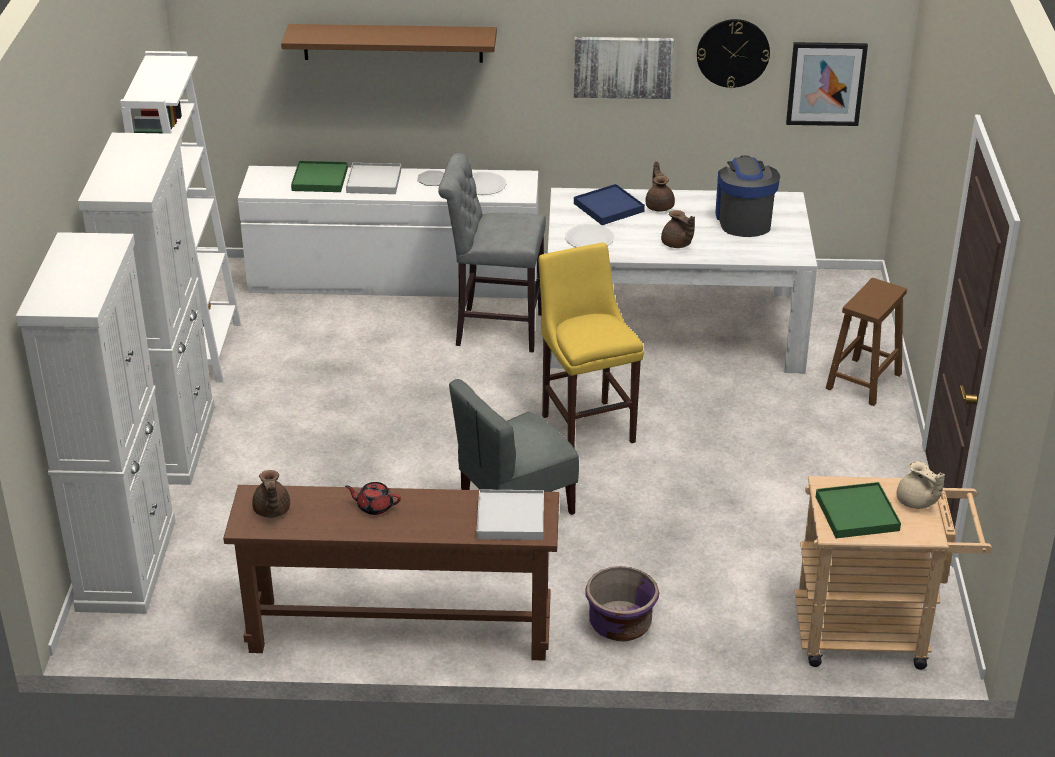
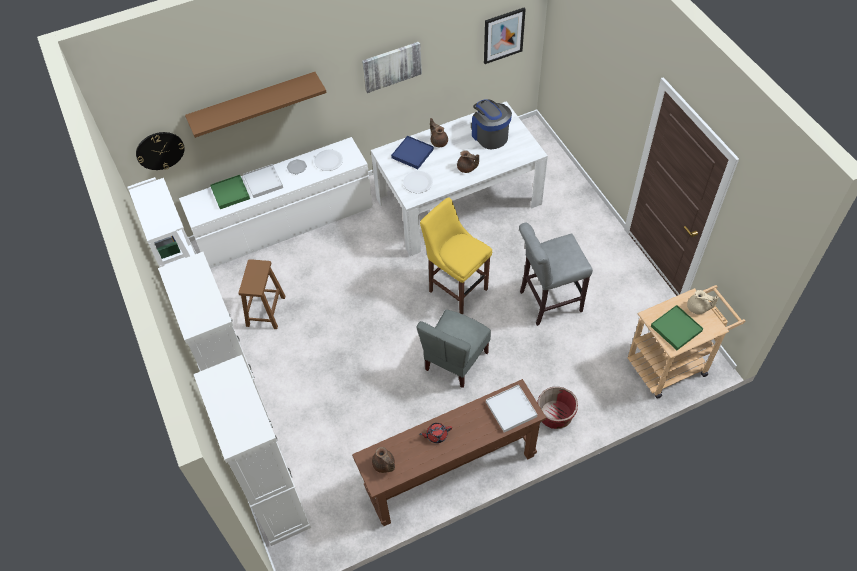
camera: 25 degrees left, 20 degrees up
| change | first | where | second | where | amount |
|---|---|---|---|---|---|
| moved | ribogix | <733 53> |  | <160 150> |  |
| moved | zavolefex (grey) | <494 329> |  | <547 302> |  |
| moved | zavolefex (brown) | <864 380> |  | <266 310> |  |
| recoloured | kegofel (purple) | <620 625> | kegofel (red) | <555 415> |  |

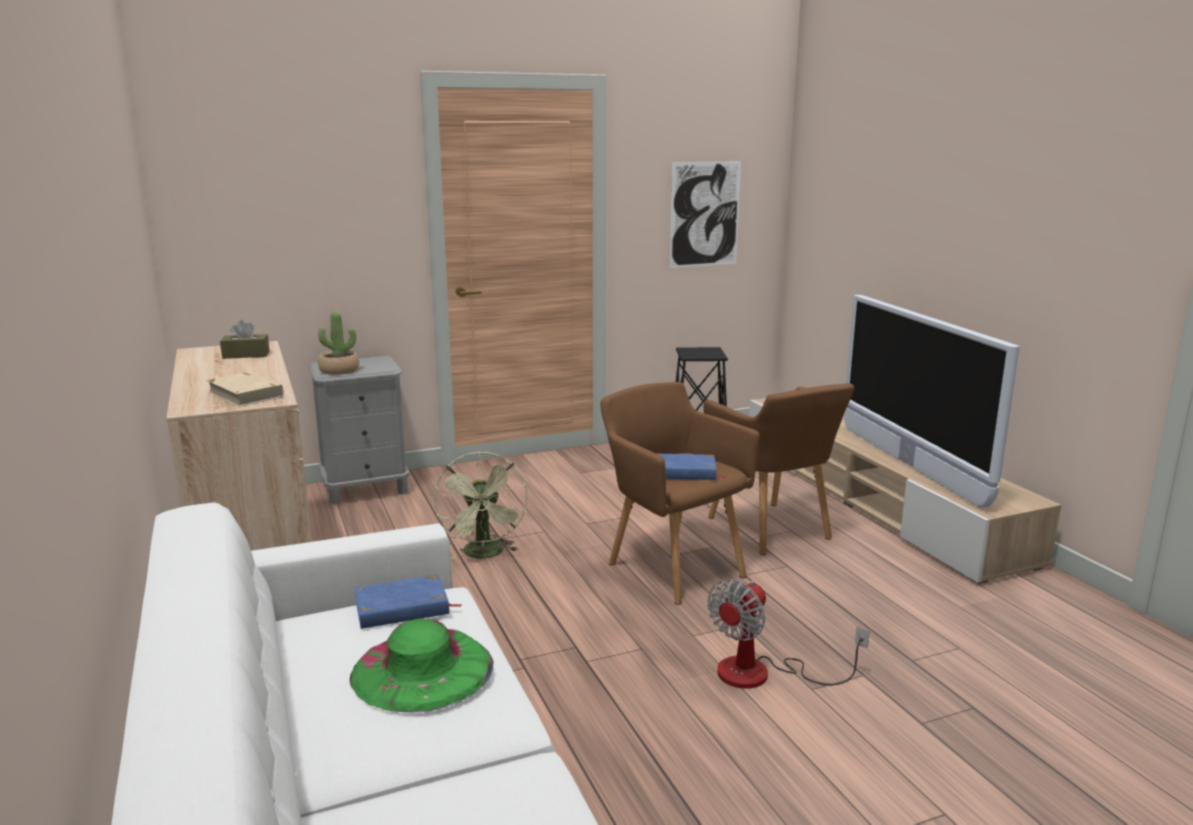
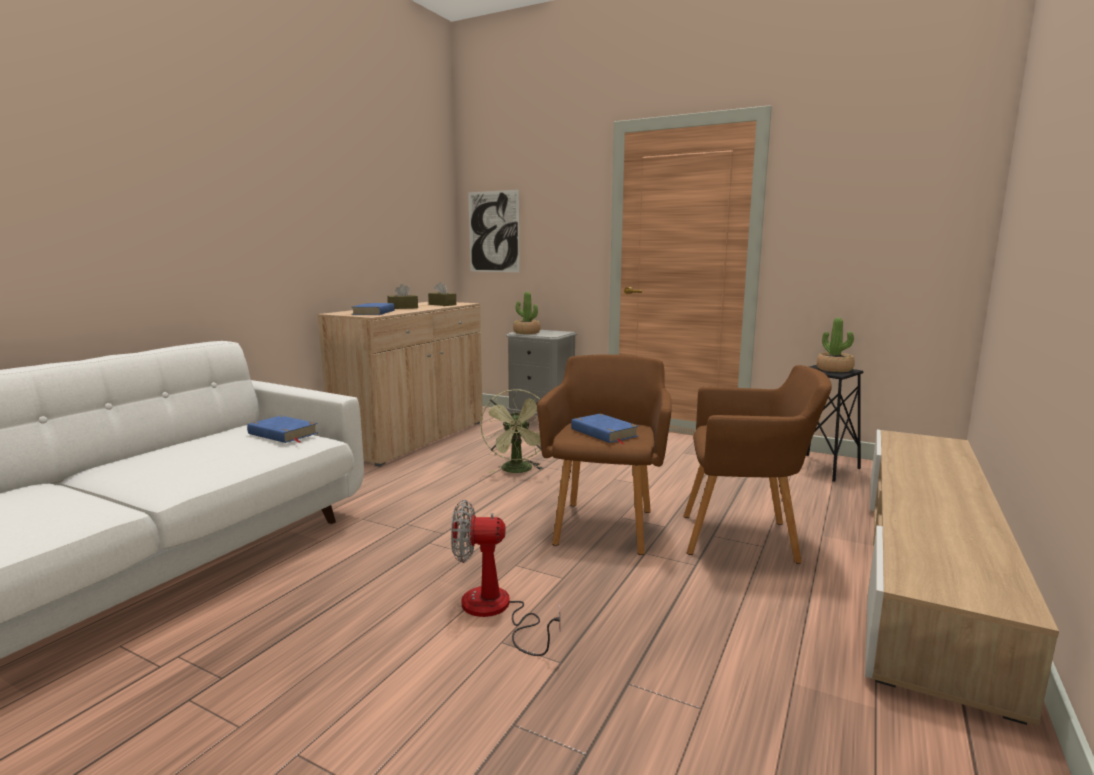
camera: 50 degrees right, 5 degrees down
| change | first | where | second | where | amount |
|---|---|---|---|---|---|
| moved | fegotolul | <704 214> |  | <493 232> |  |
| removed | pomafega | <909 464> |  |  |  |
| recoloured | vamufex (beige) | <246 394> | vamufex (blue) | <374 312> |  |
| turned | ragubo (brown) | <771 530> |  | <745 538> | 105 degrees counterclockwise |
| turned | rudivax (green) | <485 555> |  | <518 471> | 45 degrees counterclockwise |
| removed | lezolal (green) | <422 669> |  |  |  |
| added |  |  | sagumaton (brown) | <403 308> |  |
| added |  |  | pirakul | <834 369> |  |

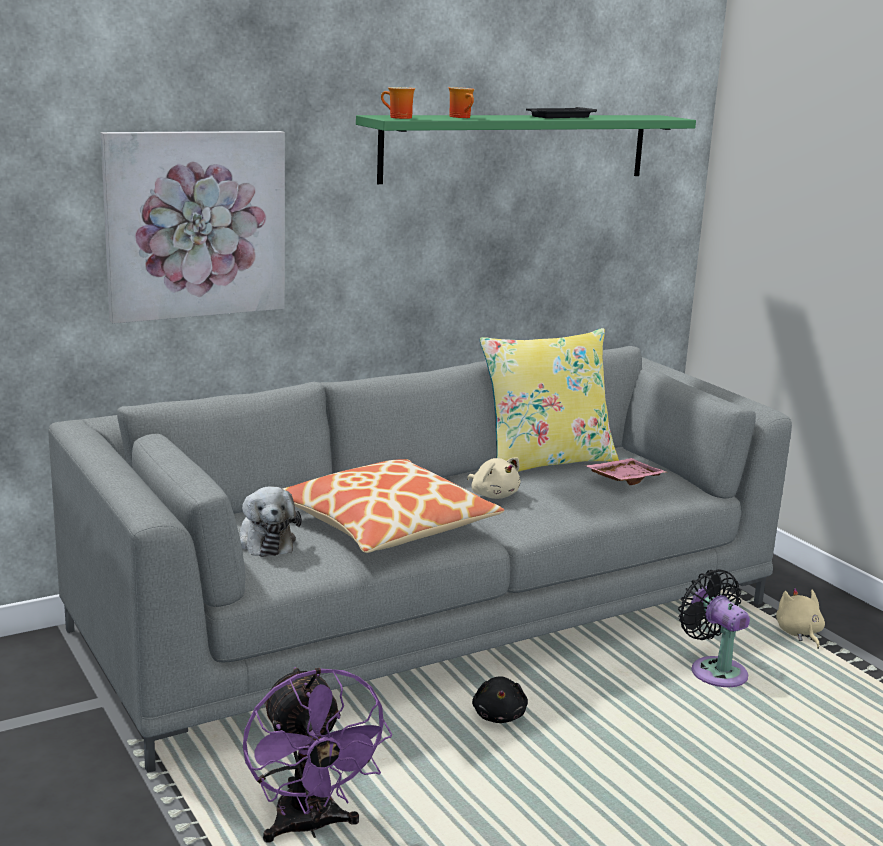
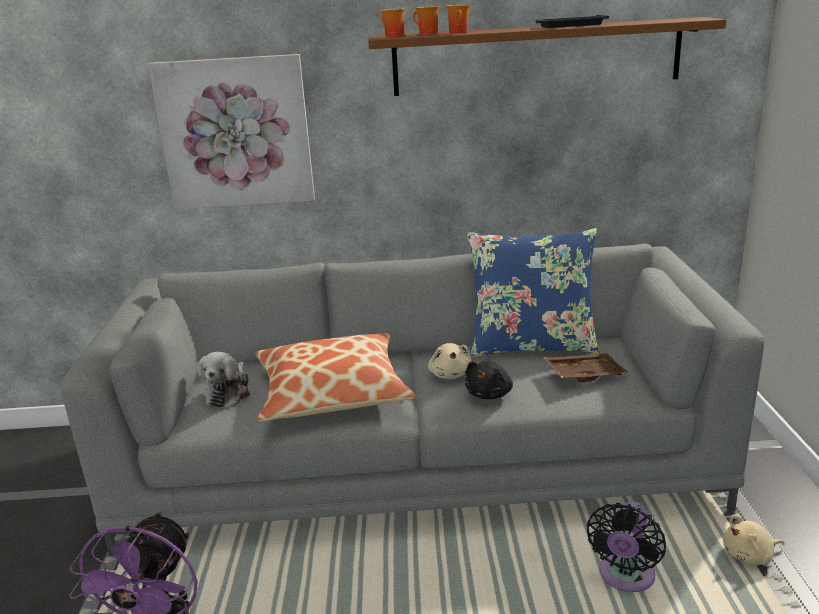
camera: 30 degrees right, 5 degrees up
| change | first | where | second | where | amount |
|---|---|---|---|---|---|
| recoloured | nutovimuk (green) | <517 147> | nutovimuk (brown) | <536 57> |  |
| recoloured | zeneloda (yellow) | <546 461> | zeneloda (blue) | <532 345> |  |
| recoloured | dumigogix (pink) | <623 479> | dumigogix (brown) | <584 374> |  |
| turned | rudivax (black) | <714 670> |  | <625 577> | 150 degrees counterclockwise |
| turned | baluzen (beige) | <799 633> |  | <750 555> | 120 degrees counterclockwise |
| moved | baluzen (black) | <499 715> |  | <490 394> |  |
| added |  |  | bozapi | <426 34> |  |

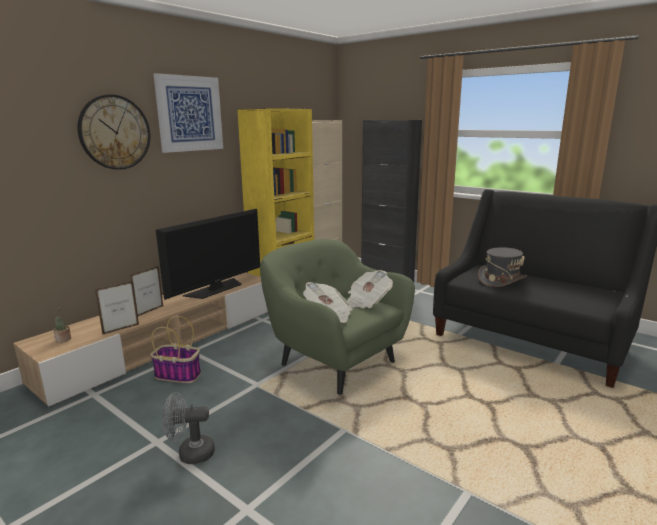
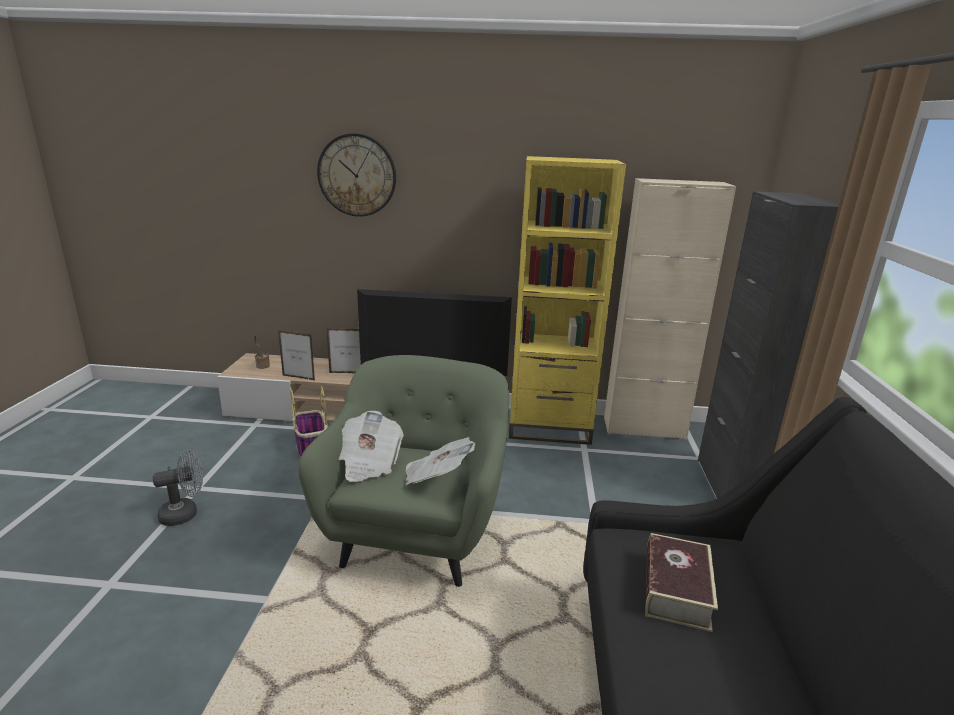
camera: 55 degrees right, 5 degrees up
| change | first | where | second | where | amount |
|---|---|---|---|---|---|
| removed | fegotolul | <189 114> |  |  |  |
| replaced | lezolal (grey) | <501 280> | vamufex | <676 589> |  |
| turned | rudivax (grey) | <190 453> |  | <185 513> | 105 degrees clockwise |

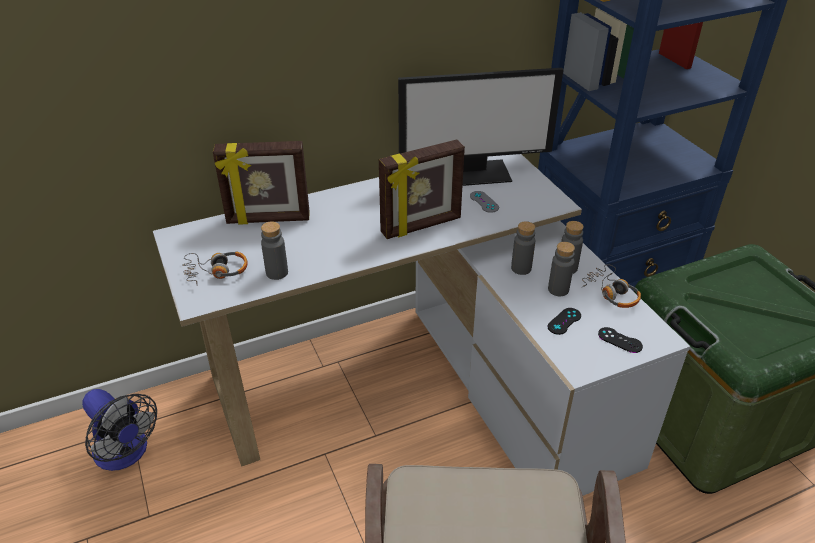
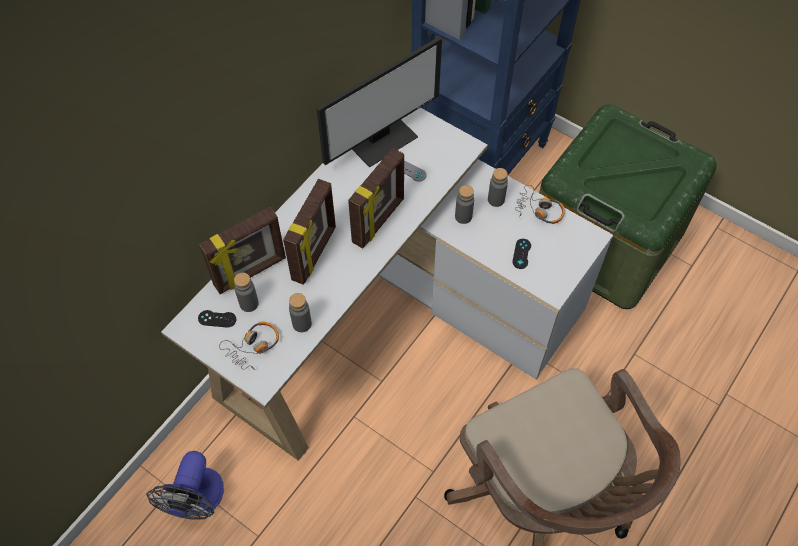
camera: 30 degrees left, 20 degrees up
| change | first | where | second | where | amount |
|---|---|---|---|---|---|
| moved | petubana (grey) | <558 289> |  | <249 303> |  |
| moved | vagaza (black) | <620 340> |  | <217 319> |  |
| turned | rudivax | <126 454> |  | <197 500> | 90 degrees clockwise |
| added |  |  | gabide | <315 254> |  |

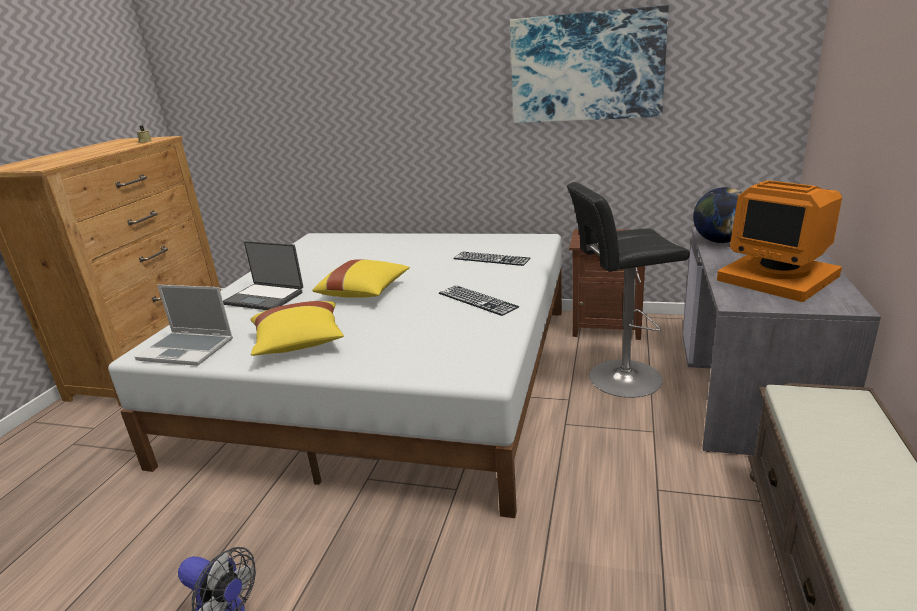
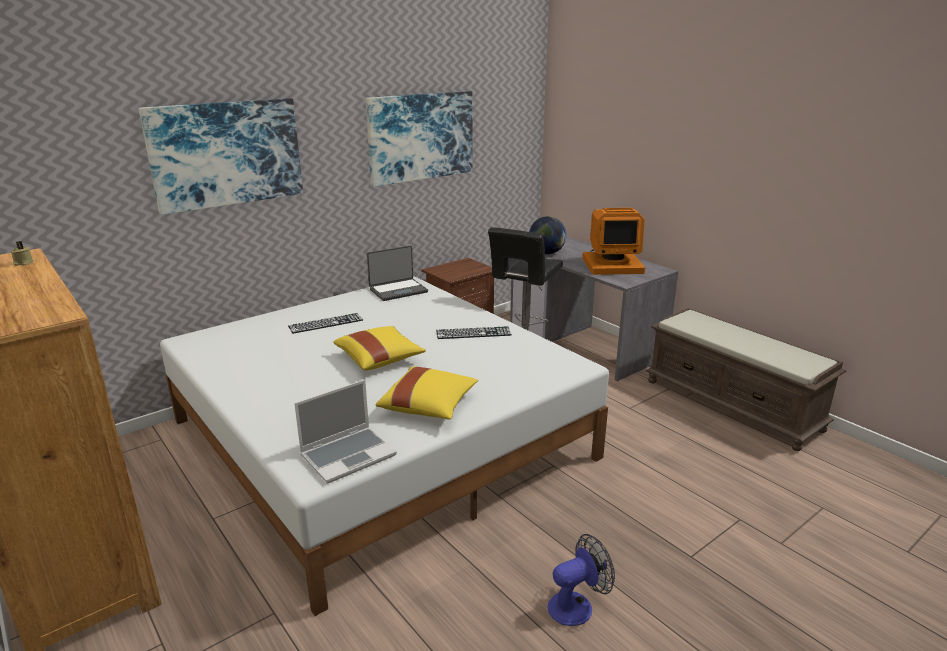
camera: 55 degrees left, 0 degrees up
| change | first | where | second | where | amount |
|---|---|---|---|---|---|
| moved | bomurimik | <265 297> |  | <398 290> |  |
| moved | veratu | <491 259> |  | <326 323> |  |
| added |  |  | fegotolul | <226 154> |  |

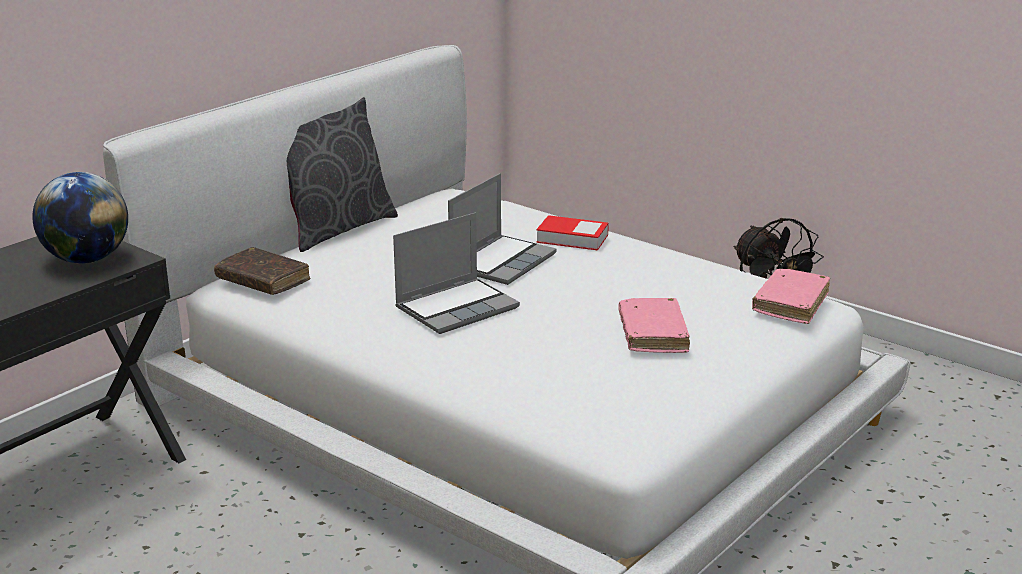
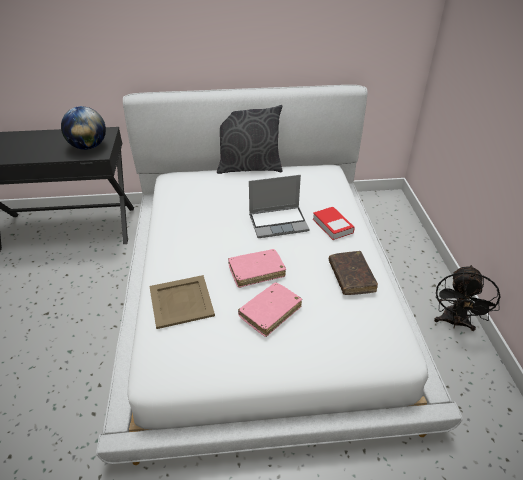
camera: 45 degrees right, 15 degrees up
| change | first | where | second | where | amount |
|---|---|---|---|---|---|
| removed | bomurimik | <457 307> |  |  |  |
| moved | vamufex (brown) | <263 280> |  | <351 277> |  |
| moved | vamufex (pink) | <790 304> |  | <256 271> |  |
| added |  |  | dumigogix (beige) | <181 301> |  |

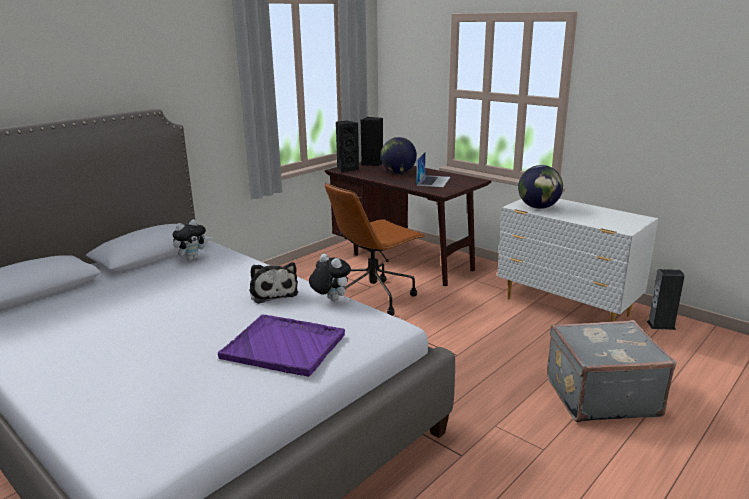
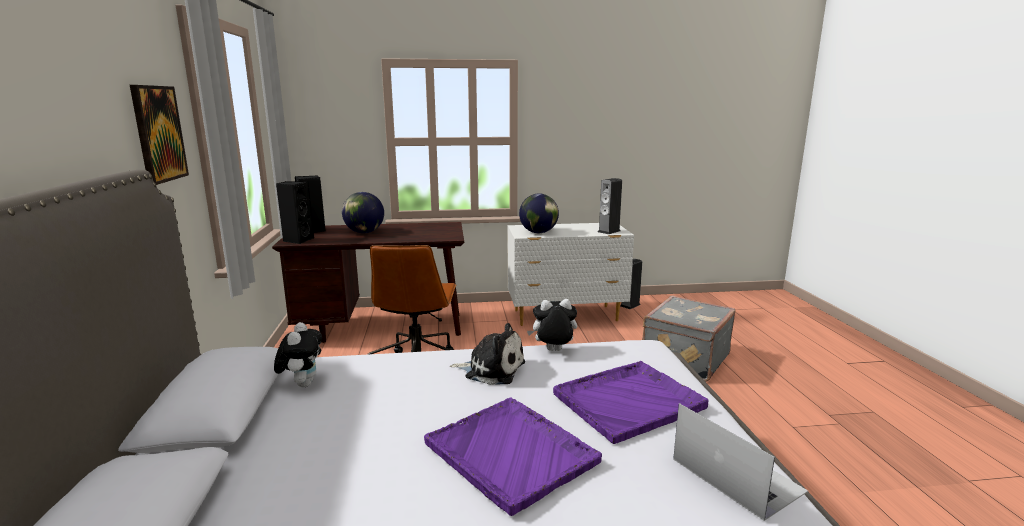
camera: 50 degrees left, 5 degrees down
| change | first | where | second | where | amount |
|---|---|---|---|---|---|
| moved | bomurimik | <433 181> |  | <736 474> |  |
| added |  |  | fegotolul | <158 134> |  |
| added |  |  | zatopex | <609 231> |  |
| added |  |  | dumigogix (purple) | <511 454> |  |

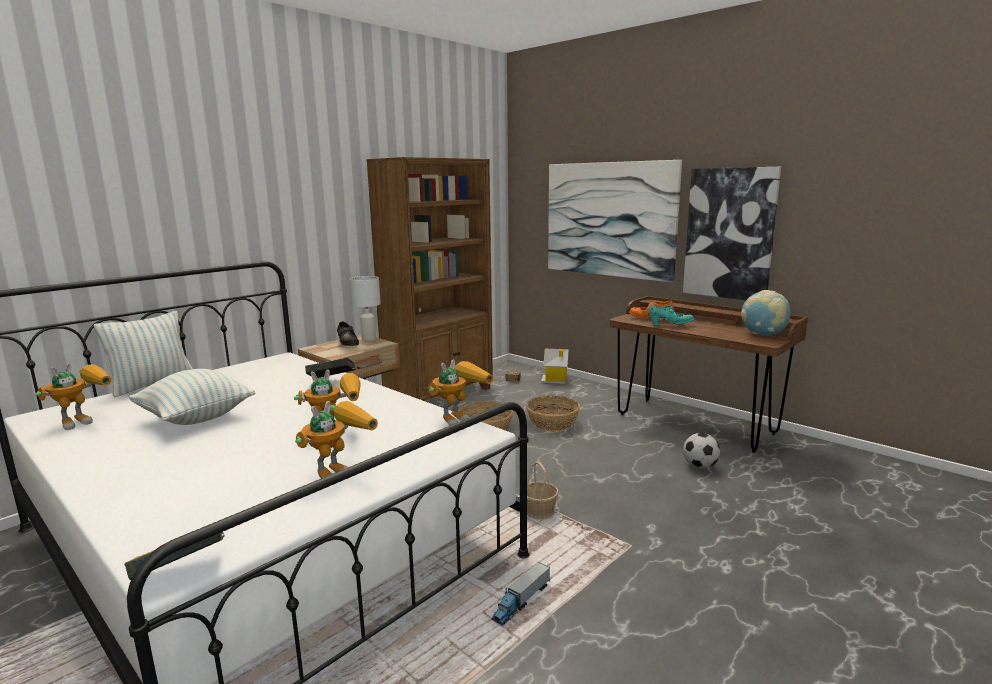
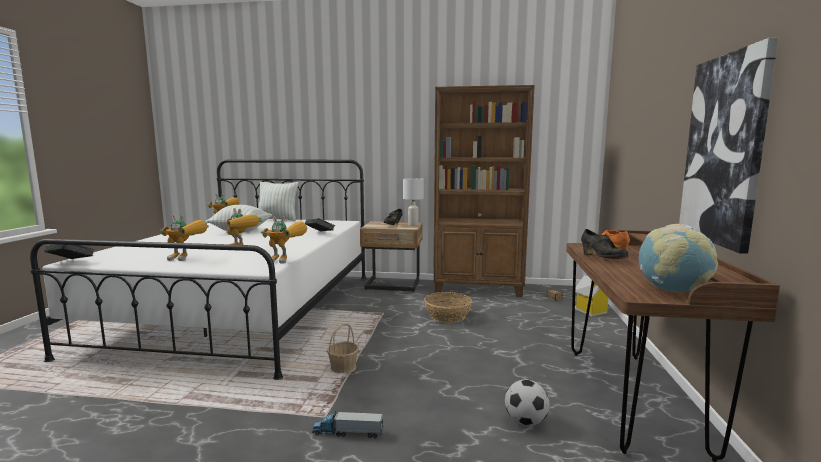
camera: 55 degrees right, 5 degrees down
| change | first | where | second | where | amount |
|---|---|---|---|---|---|
| removed | fegotolul | <609 219> |  |  |  |
| recoloured | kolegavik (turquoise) | <670 325> | kolegavik (black) | <602 258> |  |
| removed | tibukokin | <552 423> |  |  |  |
| moved | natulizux | <521 602> |  | <348 432> |  |

